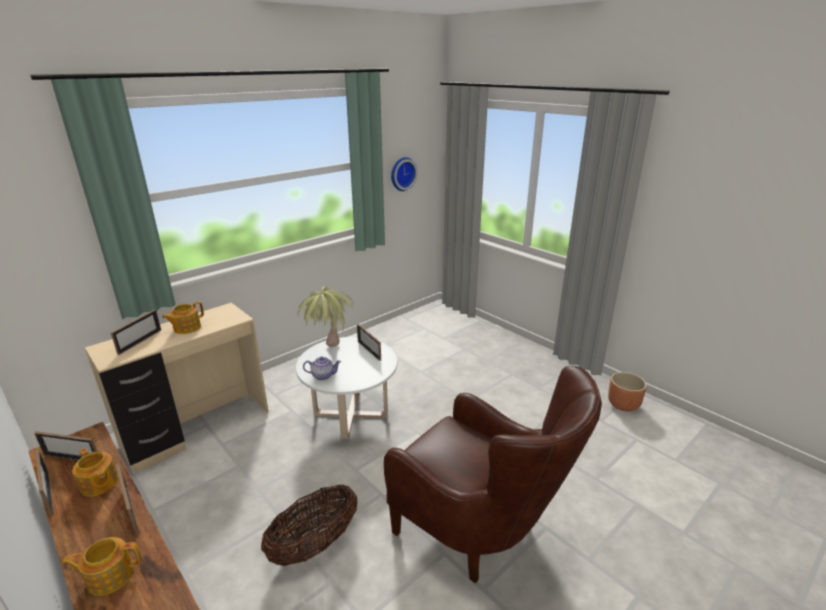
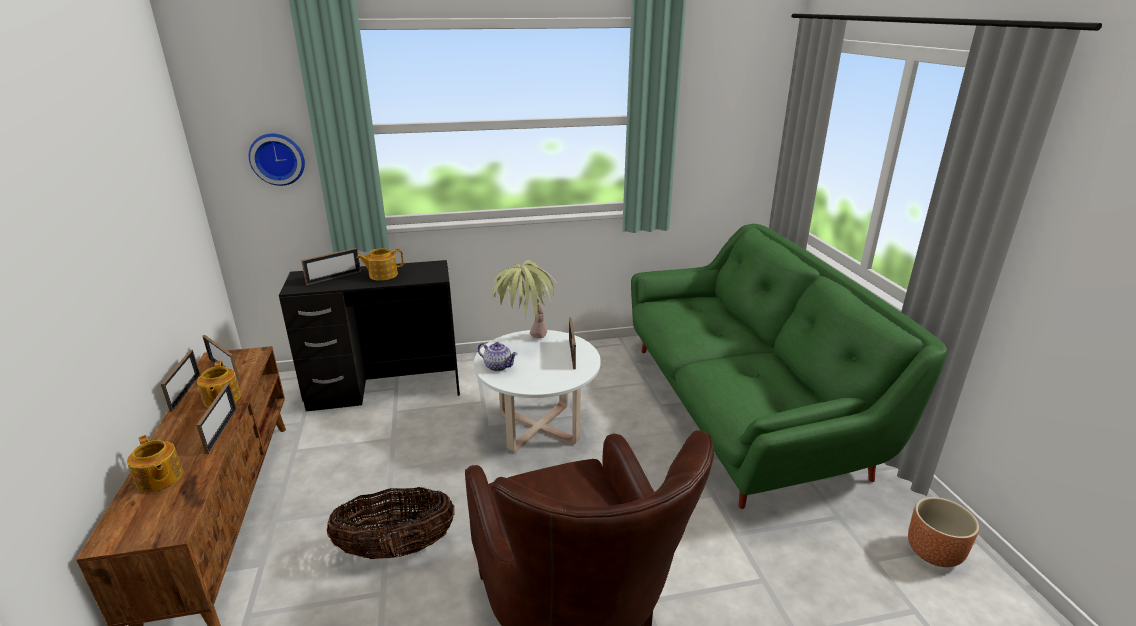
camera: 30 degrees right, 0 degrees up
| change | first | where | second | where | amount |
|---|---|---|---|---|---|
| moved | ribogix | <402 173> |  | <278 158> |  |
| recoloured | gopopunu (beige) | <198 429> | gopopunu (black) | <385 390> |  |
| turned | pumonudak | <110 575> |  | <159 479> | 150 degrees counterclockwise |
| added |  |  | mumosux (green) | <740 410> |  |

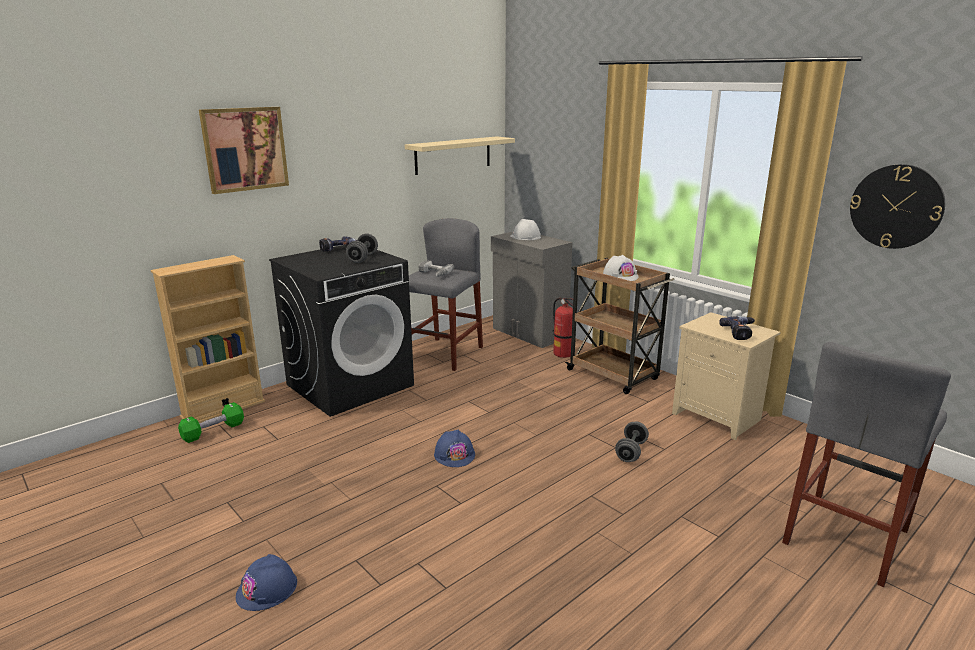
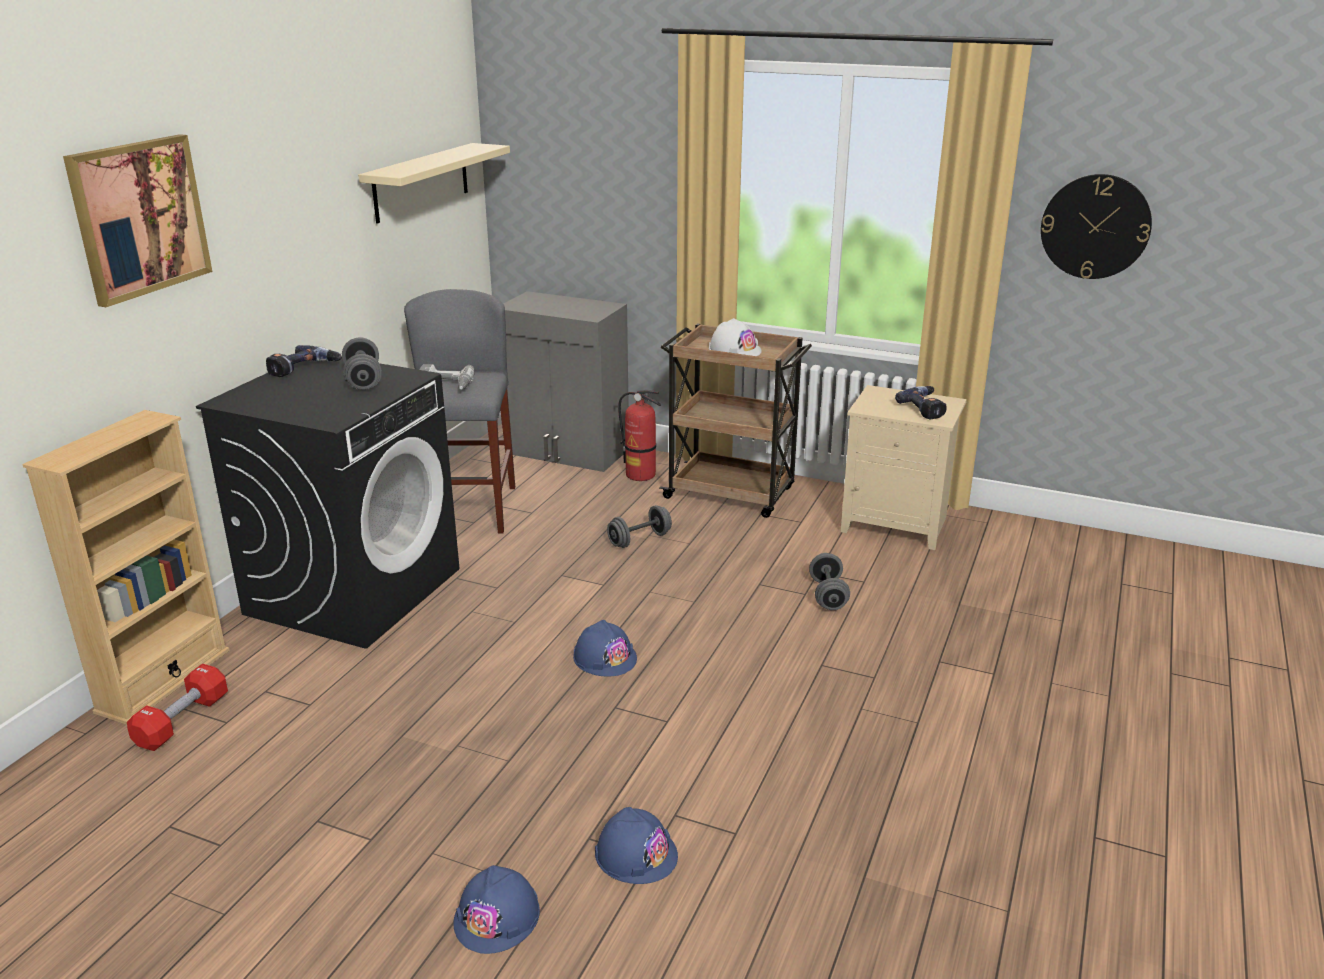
camera: 25 degrees left, 5 degrees up
| change | first | where | second | where | amount |
|---|---|---|---|---|---|
| removed | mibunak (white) | <525 237> |  |  |  |
| removed | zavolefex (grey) | <846 536> |  |  |  |
| recoloured | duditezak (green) | <213 431> | duditezak (red) | <182 721> |  |
| added |  |  | duditezak (grey) | <639 540> |  |
| added |  |  | mibunak (blue) | <636 854> |  |

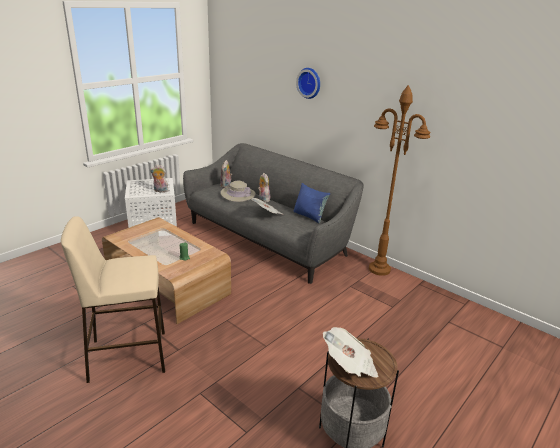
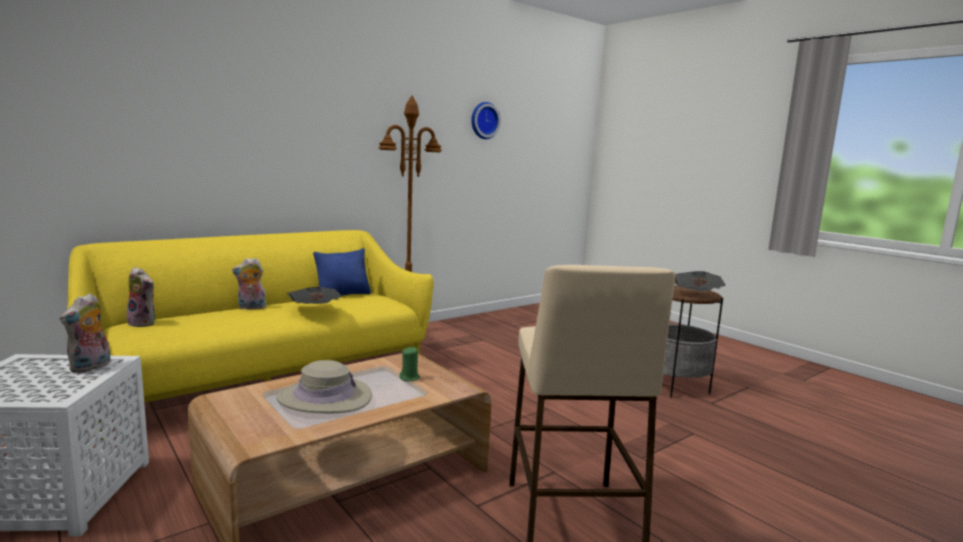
camera: 80 degrees left, 15 degrees down
| change | first | where | second | where | amount |
|---|---|---|---|---|---|
| moved | ribogix | <310 83> |  | <483 120> |  |
| recoloured | mumosux (grey) | <269 238> | mumosux (yellow) | <265 377> |  |
| moved | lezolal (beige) | <238 194> |  | <324 398> |  |

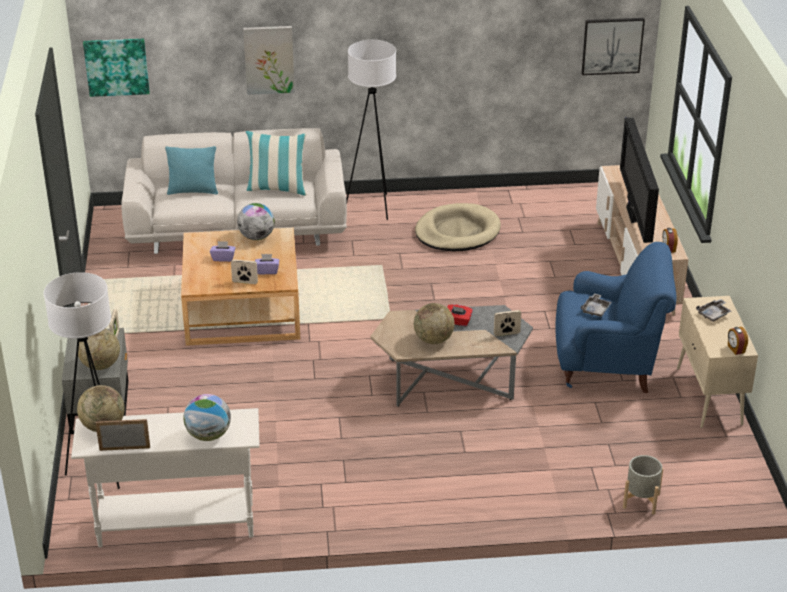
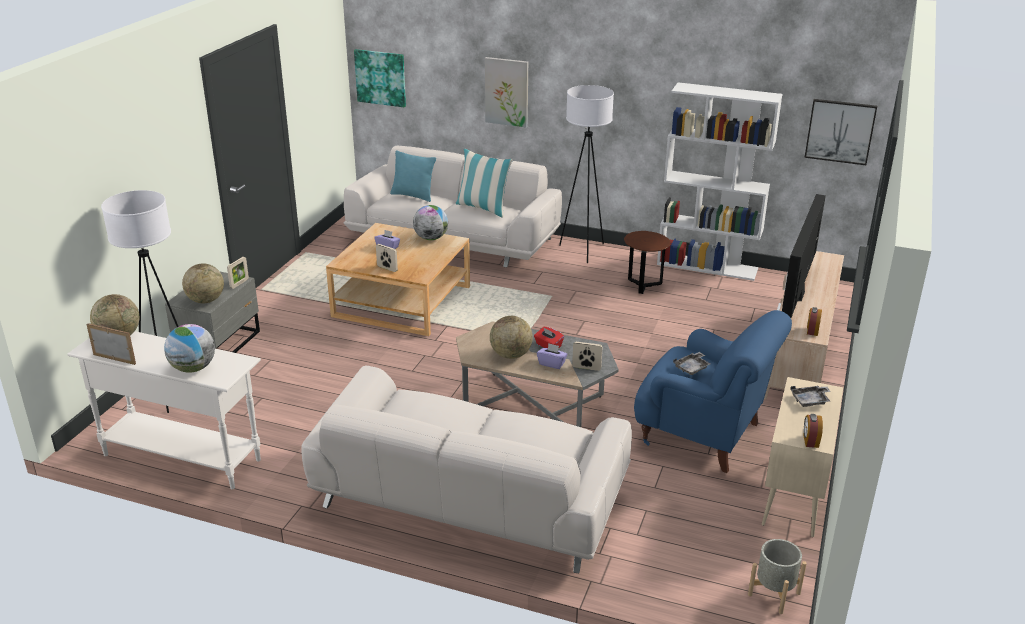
camera: 25 degrees right, 5 degrees down
| change | first | where | second | where | amount |
|---|---|---|---|---|---|
| replaced | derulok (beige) | <457 232> | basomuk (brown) | <643 286> |  |
| moved | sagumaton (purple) | <267 271> |  | <552 363> |  |
| moved | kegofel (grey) | <641 501> |  | <774 594> |  |
| added |  |  | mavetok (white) | <707 266> |  |
| added |  |  | mumosux (white) | <468 500> |  |

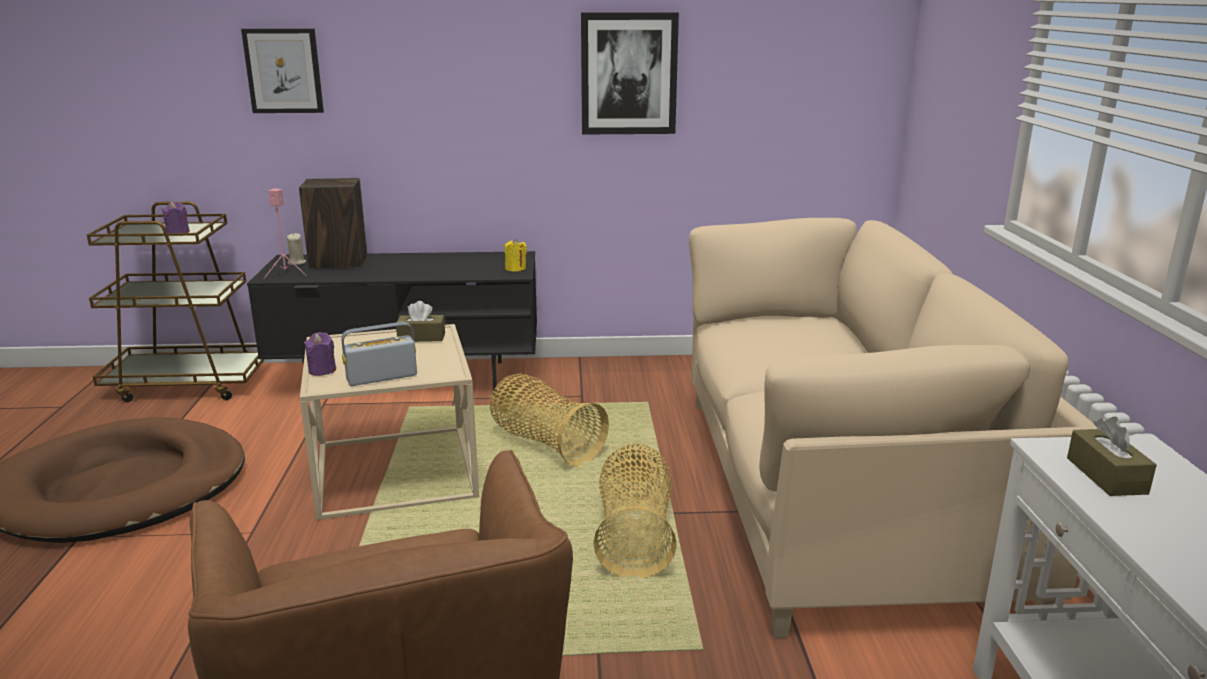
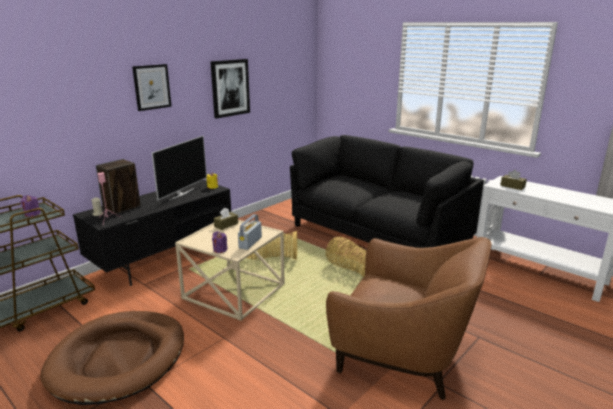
camera: 45 degrees left, 0 degrees up
| change | first | where | second | where | amount |
|---|---|---|---|---|---|
| moved | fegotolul | <283 71> |  | <152 87> |  |
| recoloured | mumosux (beige) | <833 494> | mumosux (black) | <378 235> |  |
| added |  |  | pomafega | <181 194> |  |

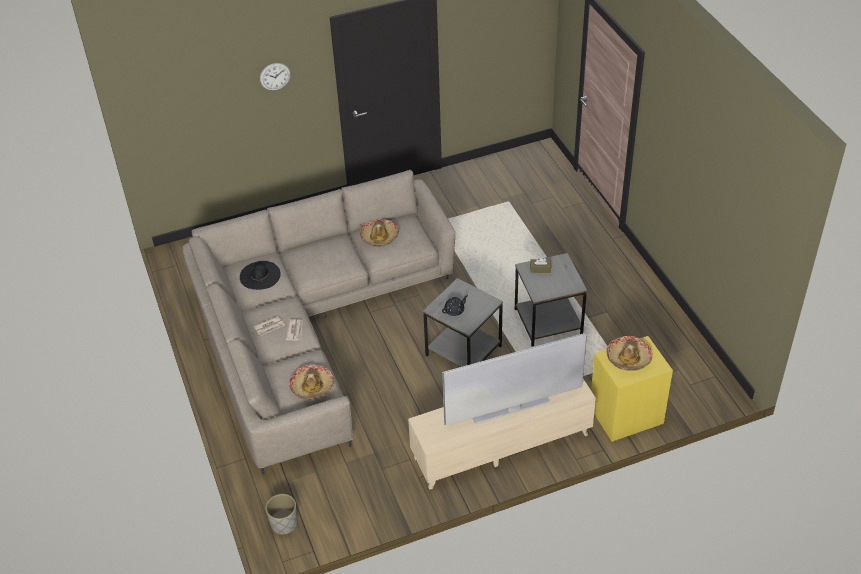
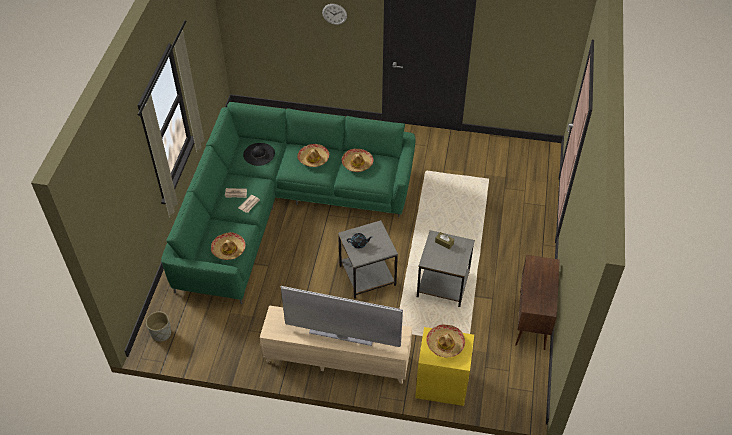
camera: 30 degrees right, 5 degrees up
| change | first | where | second | where | amount |
|---|---|---|---|---|---|
| recoloured | mumosux (beige) | <309 329> | mumosux (green) | <280 207> |  |
| added |  |  | lezolal | <313 158> |  |
| added |  |  | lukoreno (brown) | <532 320> |  |

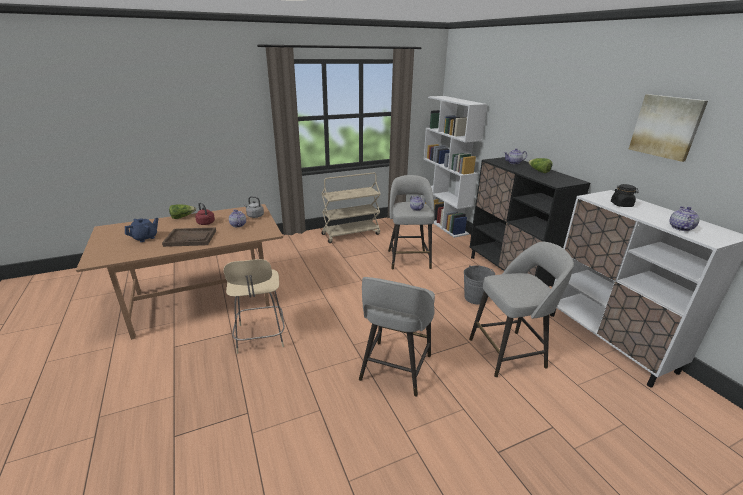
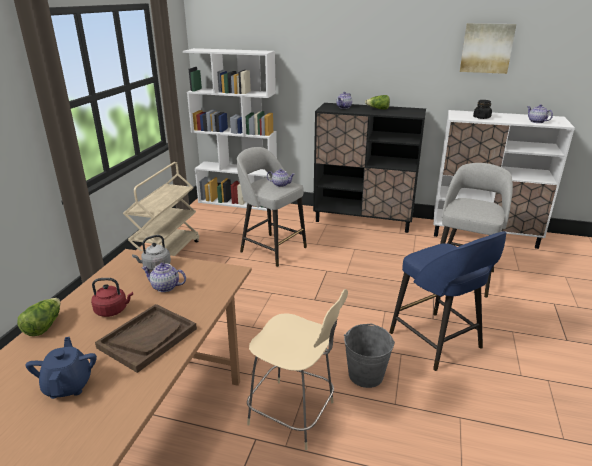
camera: 50 degrees left, 0 degrees up
| change | first | where | second | where | amount |
|---|---|---|---|---|---|
| moved | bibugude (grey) | <475 298> |  | <366 374> |  |
| recoloured | zavolefex (grey) | <395 369> | zavolefex (blue) | <437 342> |  |

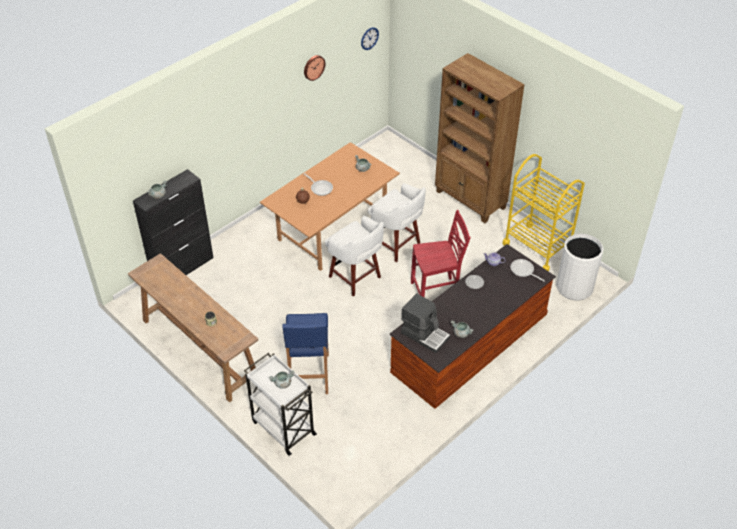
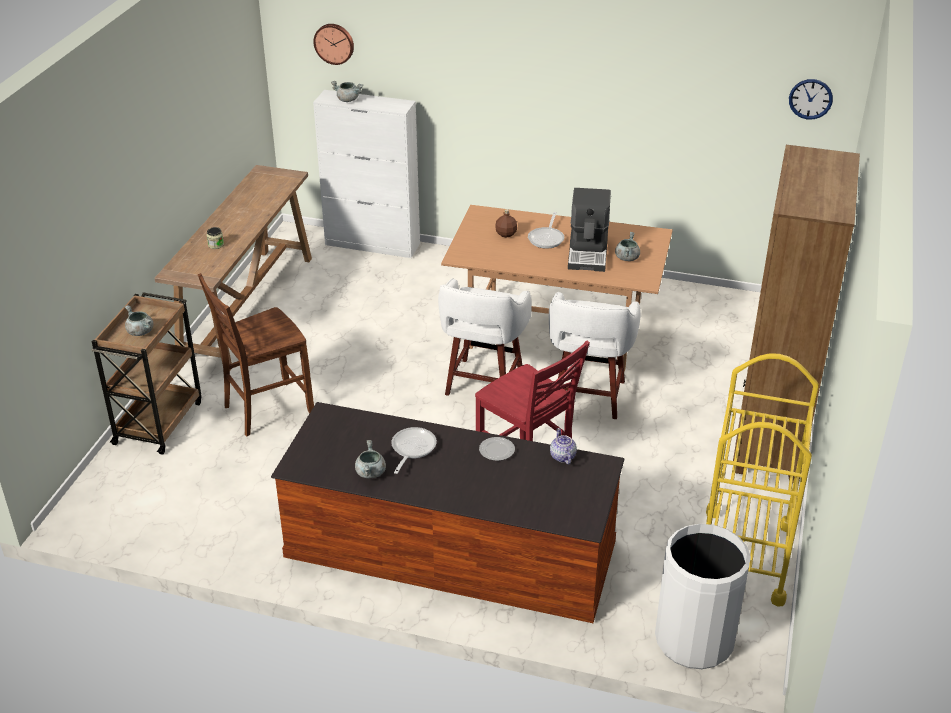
camera: 60 degrees right, 10 degrees down
| change | first | where | second | where | amount |
|---|---|---|---|---|---|
| moved | ribogix | <313 67> |  | <334 43> |  |
| recoloured | lukoreno (black) | <183 268> | lukoreno (white) | <373 244> |  |
| moved | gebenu | <523 271> |  | <412 449> |  |
| moved | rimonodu | <425 334> |  | <588 253> |  |
| replaced | zavolefex (blue) | <309 375> | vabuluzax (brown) | <266 410> |  |
| recoloured | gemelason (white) | <282 427> | gemelason (brown) | <159 421> |  |

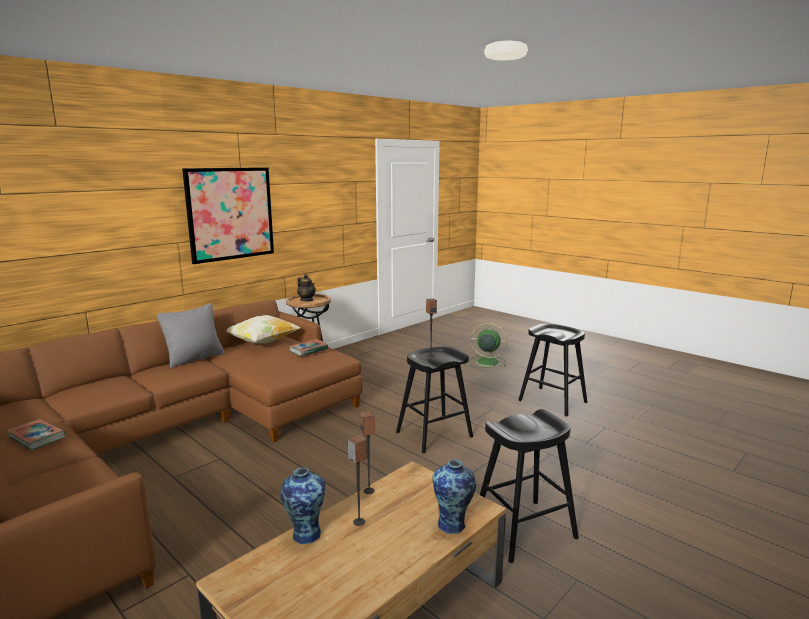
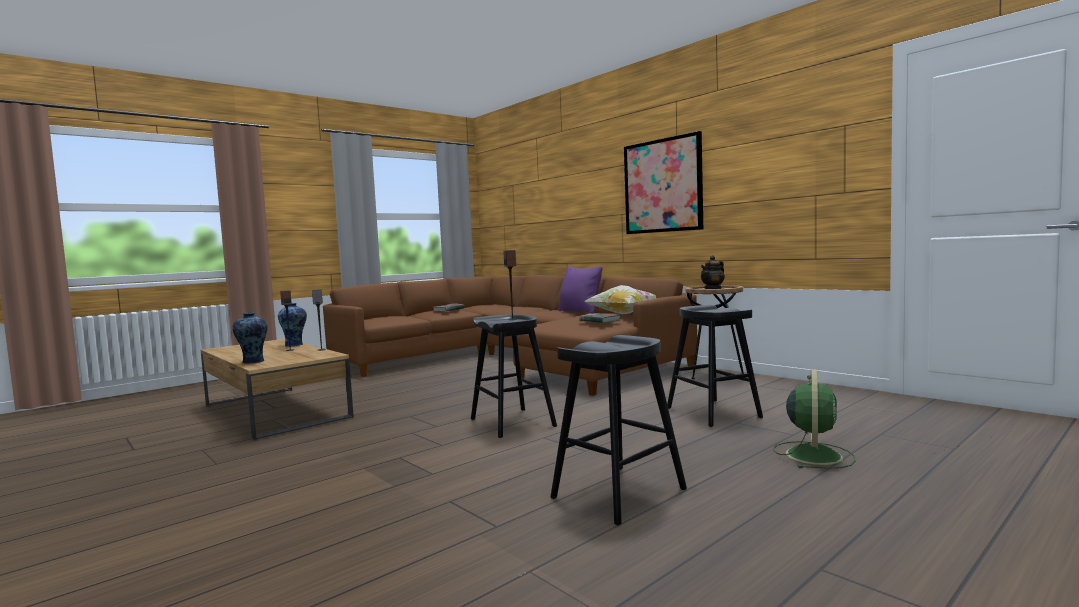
camera: 95 degrees right, 10 degrees down
| change | first | where | second | where | amount |
|---|---|---|---|---|---|
| recoloured | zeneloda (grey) | <194 359> | zeneloda (purple) | <579 311> |  |
| moved | zavolefex (black) | <524 530> |  | <713 413> |  |

